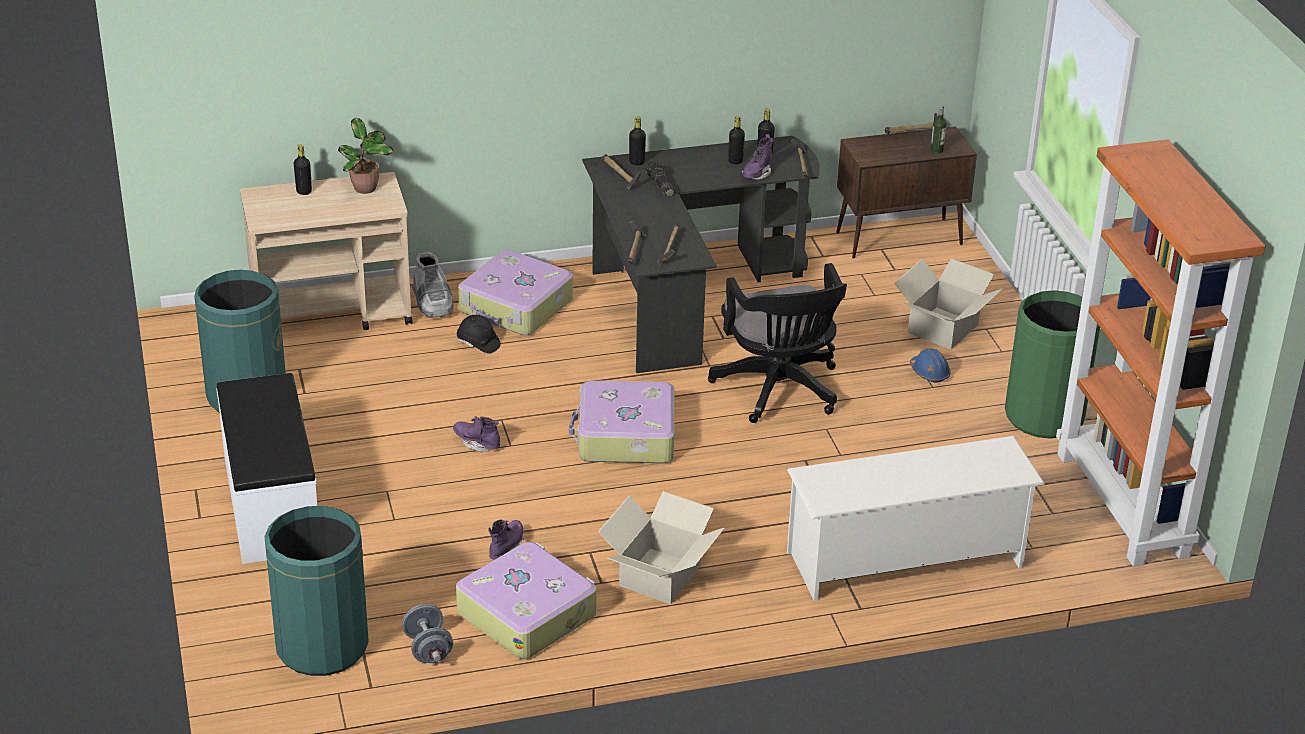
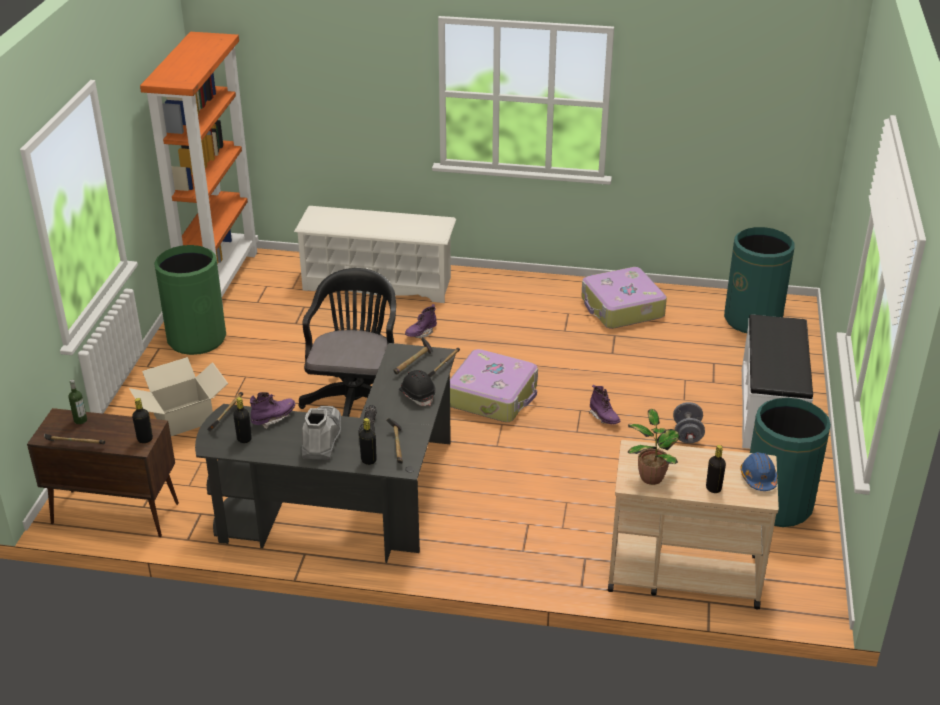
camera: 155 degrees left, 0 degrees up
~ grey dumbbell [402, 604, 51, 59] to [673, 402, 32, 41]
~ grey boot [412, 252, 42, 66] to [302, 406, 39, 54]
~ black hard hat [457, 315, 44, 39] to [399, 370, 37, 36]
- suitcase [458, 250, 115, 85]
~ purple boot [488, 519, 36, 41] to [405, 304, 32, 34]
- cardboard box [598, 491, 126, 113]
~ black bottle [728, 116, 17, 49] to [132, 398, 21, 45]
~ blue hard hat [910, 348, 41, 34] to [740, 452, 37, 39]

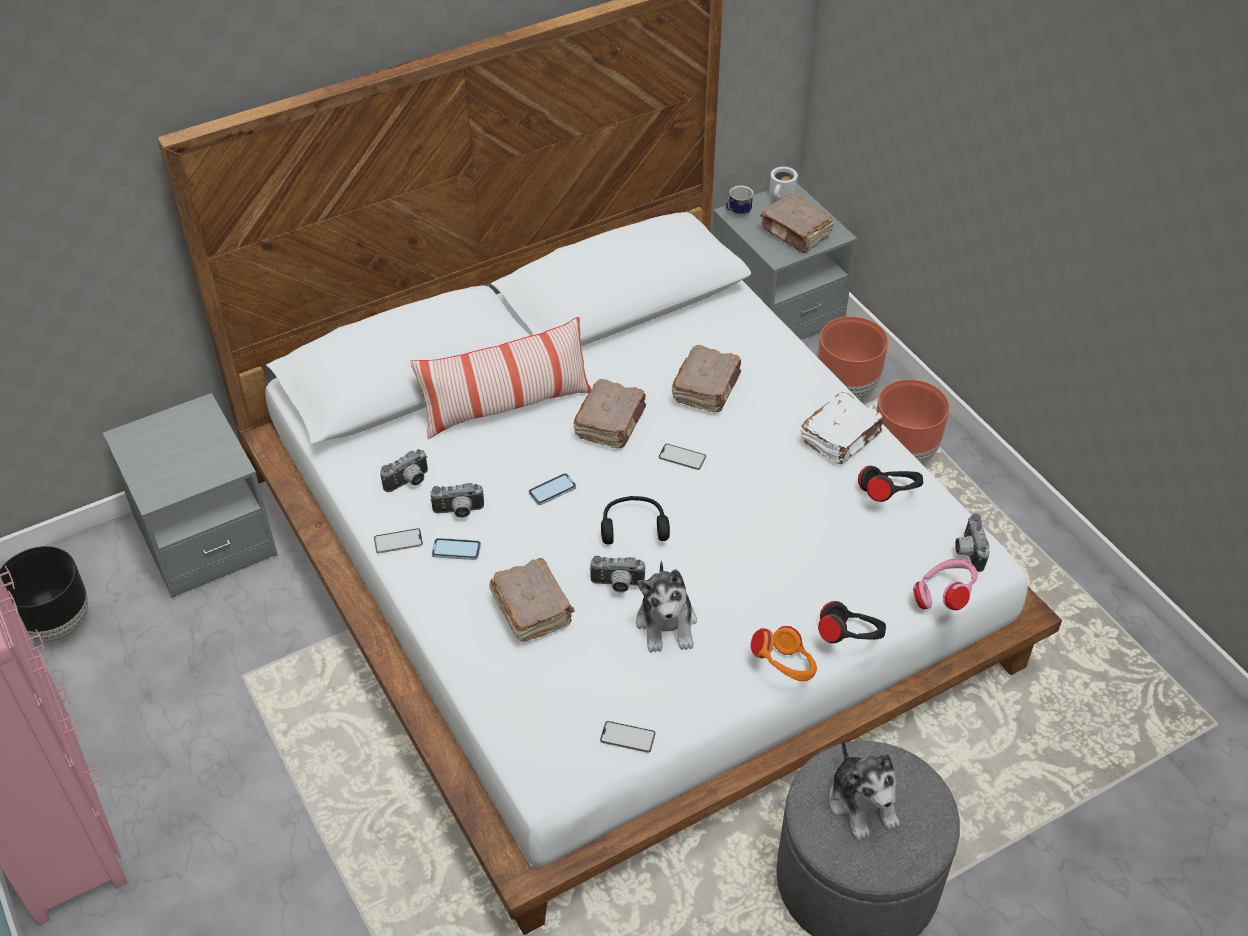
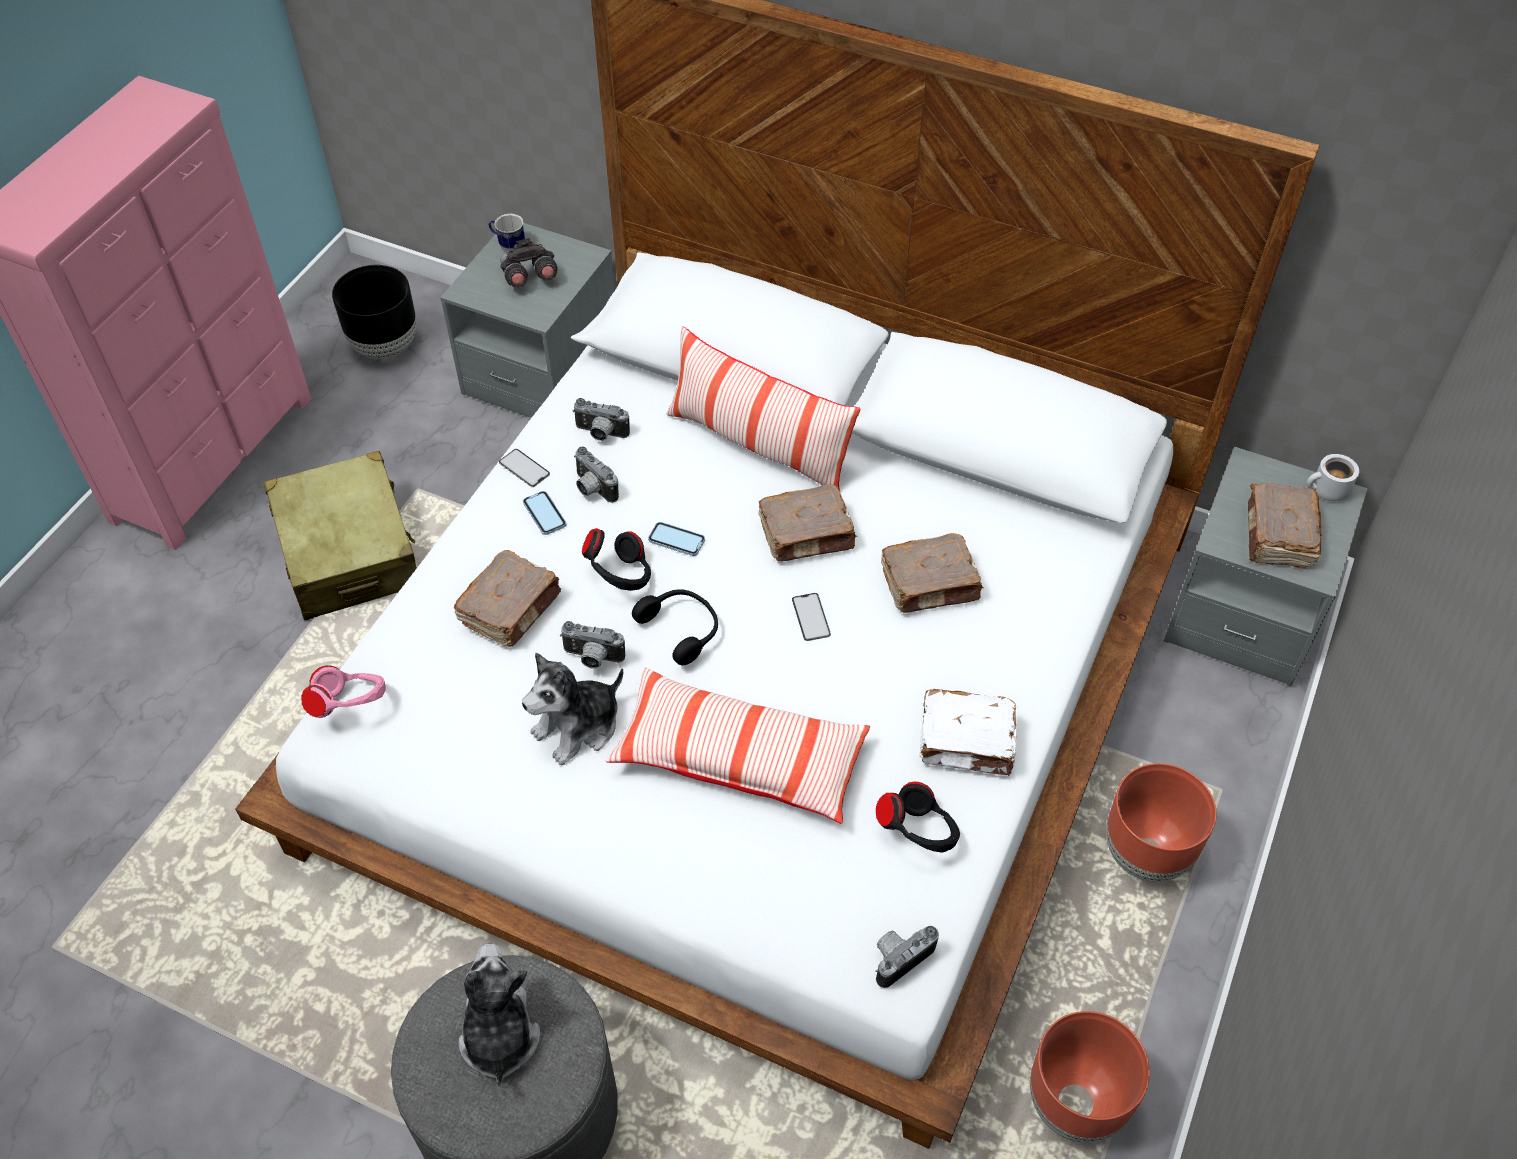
camera: 55 degrees right, 5 degrees up
~ photo camera [589, 556, 57, 37] = [560, 621, 65, 48] 45 degrees counterclockwise
- phone [600, 721, 55, 32]
~ mug [726, 186, 28, 31] to [489, 214, 36, 37]
- orange headphones [751, 626, 66, 55]
~ brown planter [818, 316, 70, 82] to [1030, 1011, 120, 132]
~ black headphones [818, 601, 68, 42] to [582, 528, 69, 63]
~ plush toy [829, 738, 71, 102] = [458, 943, 82, 144] 135 degrees clockwise
~ pink headphones [913, 559, 65, 51] to [301, 665, 85, 53]
+ beige suitcase [264, 451, 153, 169]
+ grey binoculars [500, 238, 58, 50]
+ pillow [606, 667, 264, 157]

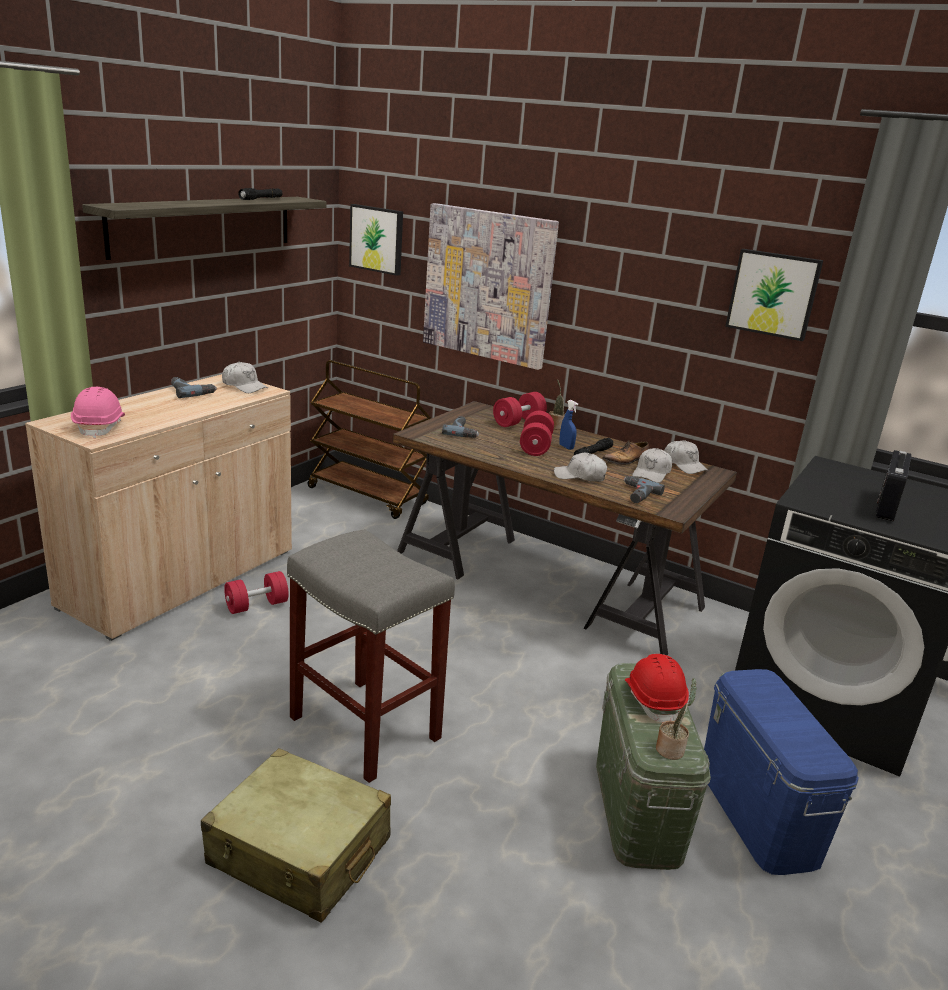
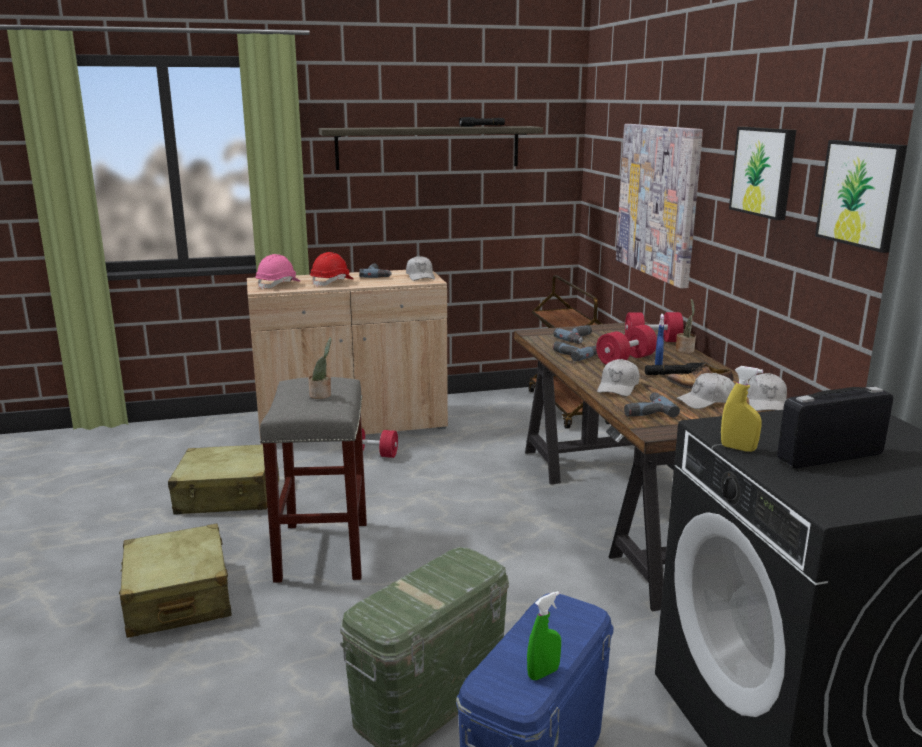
camera: 45 degrees right, 5 degrees down
~ picture [349, 204, 54, 72] to [729, 127, 67, 93]
~ white cap [554, 452, 53, 30] = [597, 359, 43, 37] 120 degrees counterclockwise
~ red hard hat [625, 654, 64, 68] to [310, 252, 43, 35]
~ potted plant [656, 678, 41, 82] to [308, 338, 24, 61]
+ beige suitcase [168, 445, 111, 69]
+ green spray bottle [527, 591, 34, 89]
+ power drill [553, 341, 44, 20]
+ yellow spray bottle [721, 366, 42, 86]

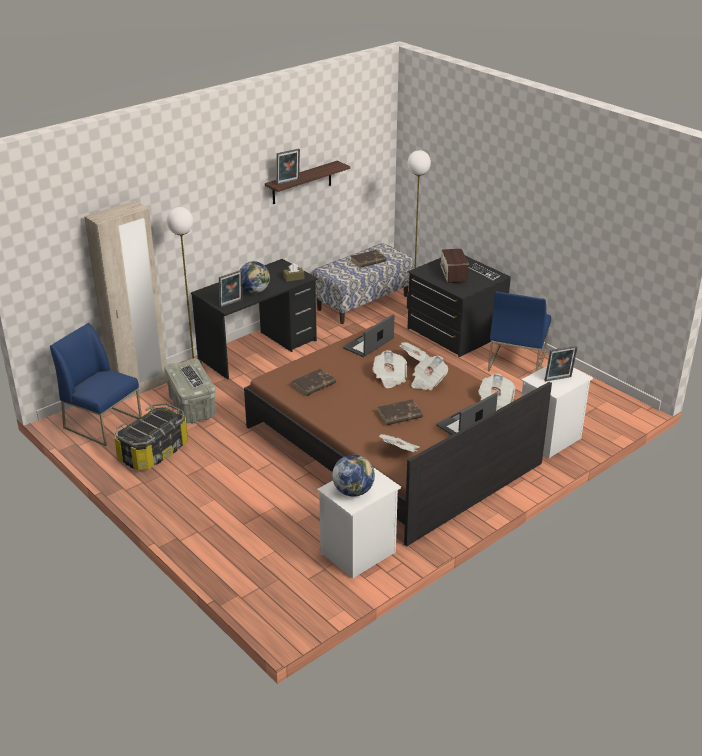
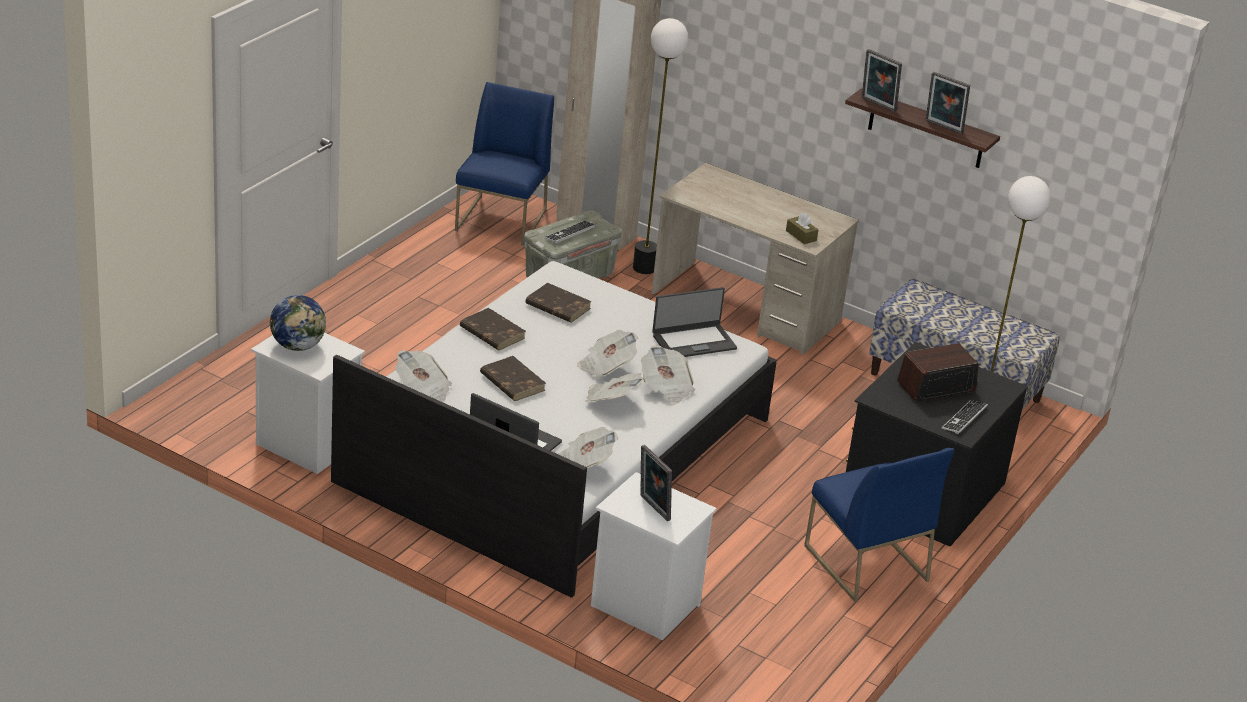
camera: 70 degrees right, 0 degrees up
- storage box [115, 403, 73, 67]
~ black desk [191, 259, 127, 121] to beige desk [652, 163, 207, 192]
~ picture frame [219, 270, 23, 37] to [926, 72, 44, 62]
- globe [240, 261, 30, 32]
~ brown bed [244, 326, 308, 220] to white bed [331, 261, 446, 337]
~ laptop [343, 314, 51, 43] = [652, 287, 85, 70] 135 degrees clockwise
~ brown book [351, 250, 35, 18] to [460, 308, 66, 42]
~ blue chair [488, 291, 63, 81] = [804, 448, 150, 154] 120 degrees counterclockwise

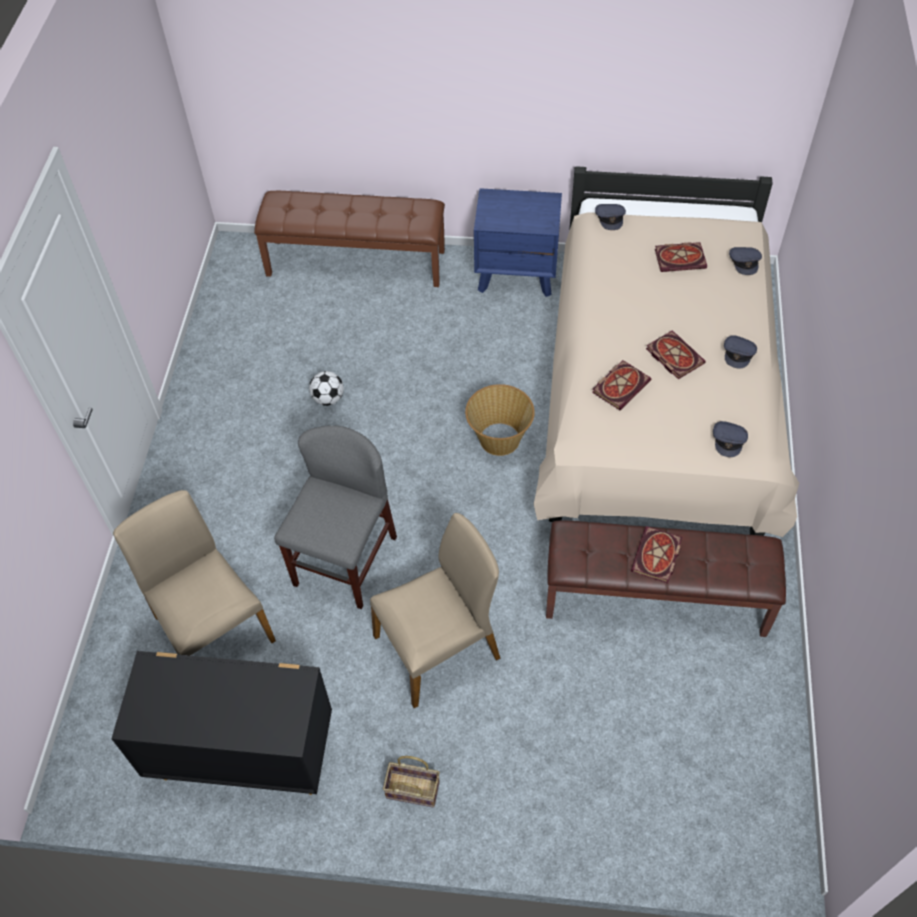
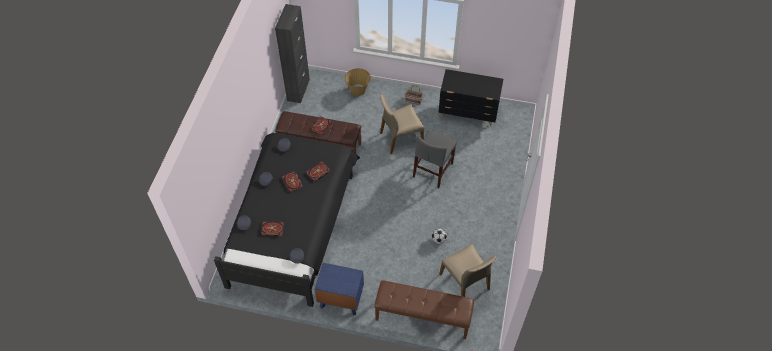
camera: 175 degrees left, 0 degrees up
~ beige chair [113, 490, 163, 166] to [439, 244, 57, 53]
~ basket [465, 384, 70, 72] to [345, 68, 26, 28]
~ beige bed [534, 166, 265, 371] to black bed [214, 133, 146, 174]
+ black cabinet [275, 4, 35, 99]

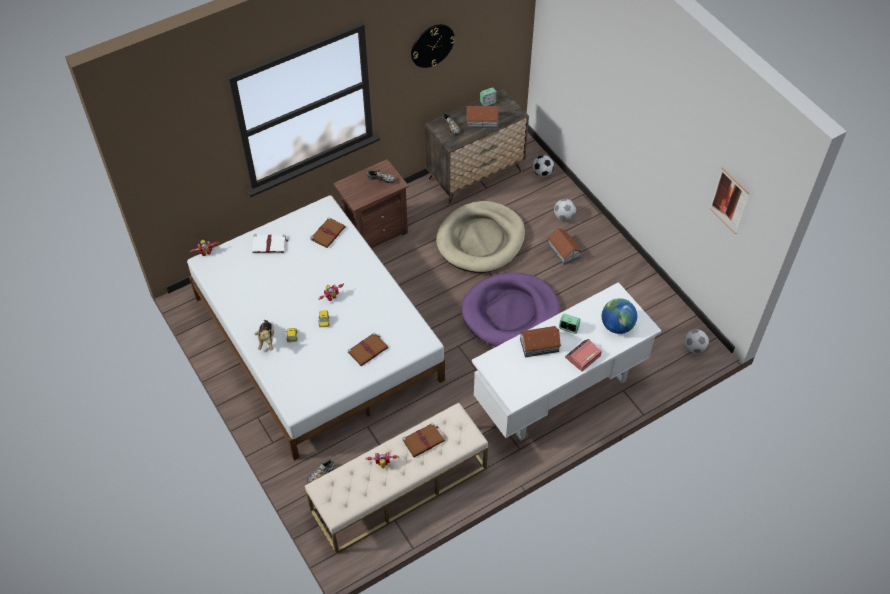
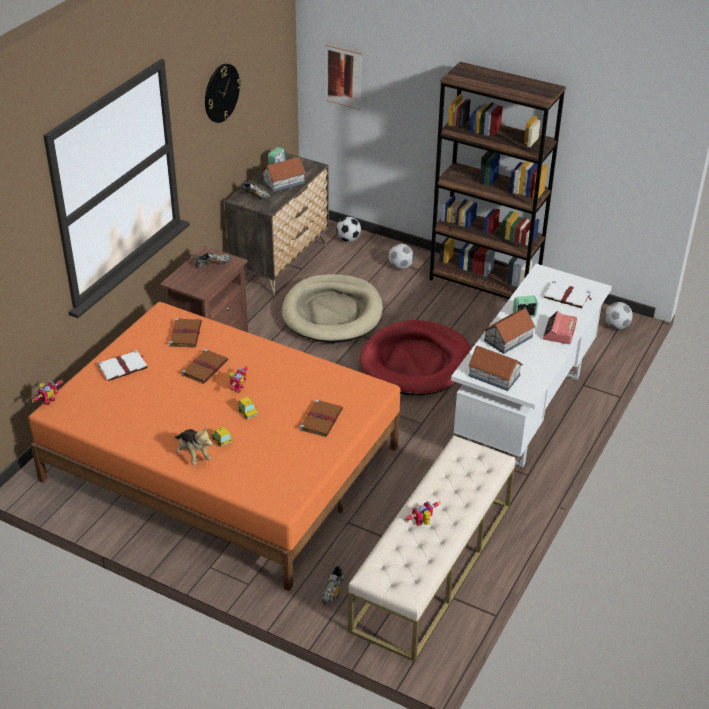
camera: 30 degrees left, 15 degrees down
~ white bed [187, 195, 258, 265] to orange bed [28, 302, 372, 289]
~ brown book [402, 422, 43, 35] to [181, 349, 47, 35]
~ purple dog bed [462, 272, 98, 75] to red dog bed [360, 320, 111, 75]
~ toy house [548, 228, 34, 37] to [468, 346, 55, 45]
~ globe [602, 298, 35, 36] to white book [544, 281, 47, 27]
~ picture [710, 167, 40, 67] to [326, 45, 36, 65]
+ brown bookcase [429, 62, 137, 237]

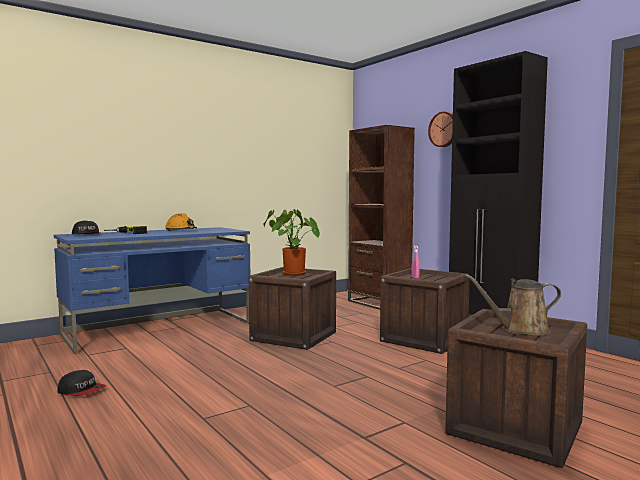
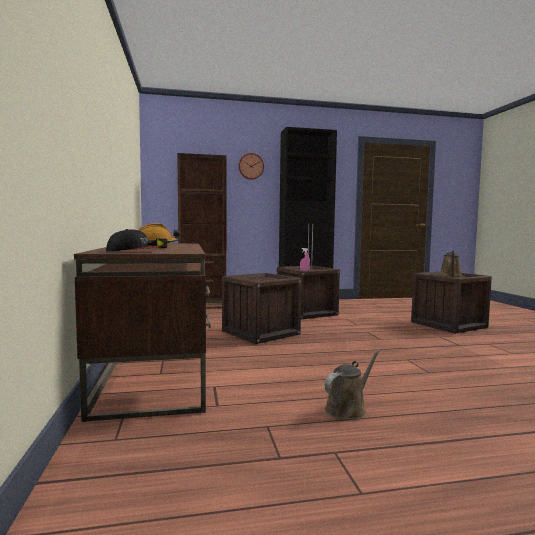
camera: 65 degrees left, 0 degrees up
~ blue desk [54, 227, 196, 127] to brown desk [74, 243, 137, 179]
~ cap [57, 370, 50, 26] to brown watering can [325, 349, 56, 71]
- potted plant [263, 209, 57, 67]

